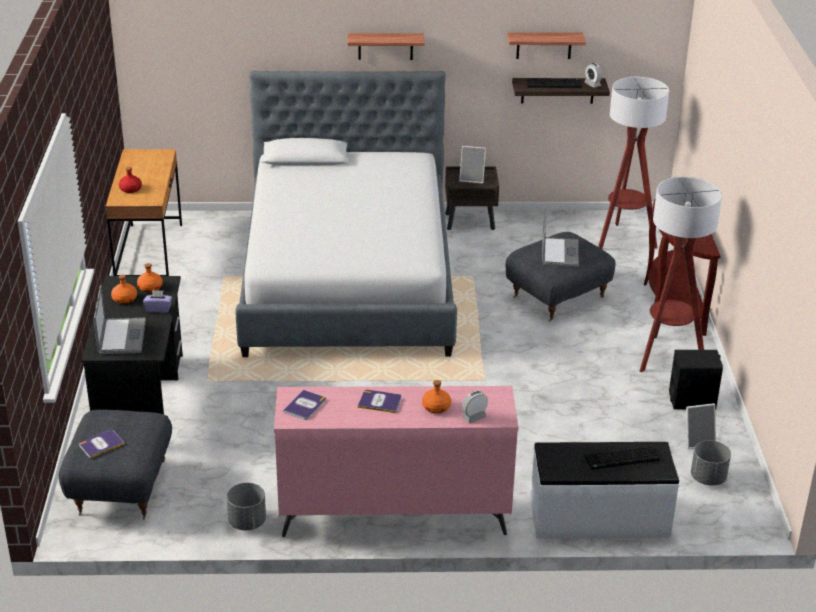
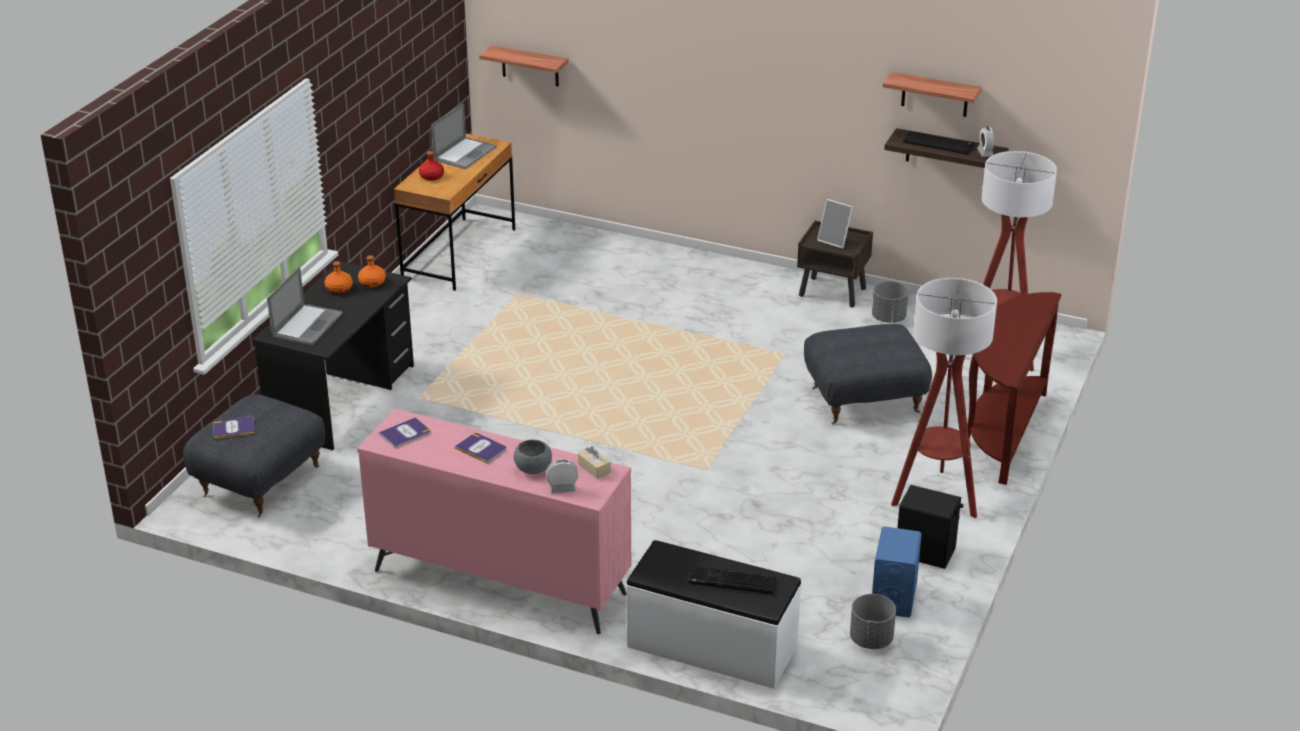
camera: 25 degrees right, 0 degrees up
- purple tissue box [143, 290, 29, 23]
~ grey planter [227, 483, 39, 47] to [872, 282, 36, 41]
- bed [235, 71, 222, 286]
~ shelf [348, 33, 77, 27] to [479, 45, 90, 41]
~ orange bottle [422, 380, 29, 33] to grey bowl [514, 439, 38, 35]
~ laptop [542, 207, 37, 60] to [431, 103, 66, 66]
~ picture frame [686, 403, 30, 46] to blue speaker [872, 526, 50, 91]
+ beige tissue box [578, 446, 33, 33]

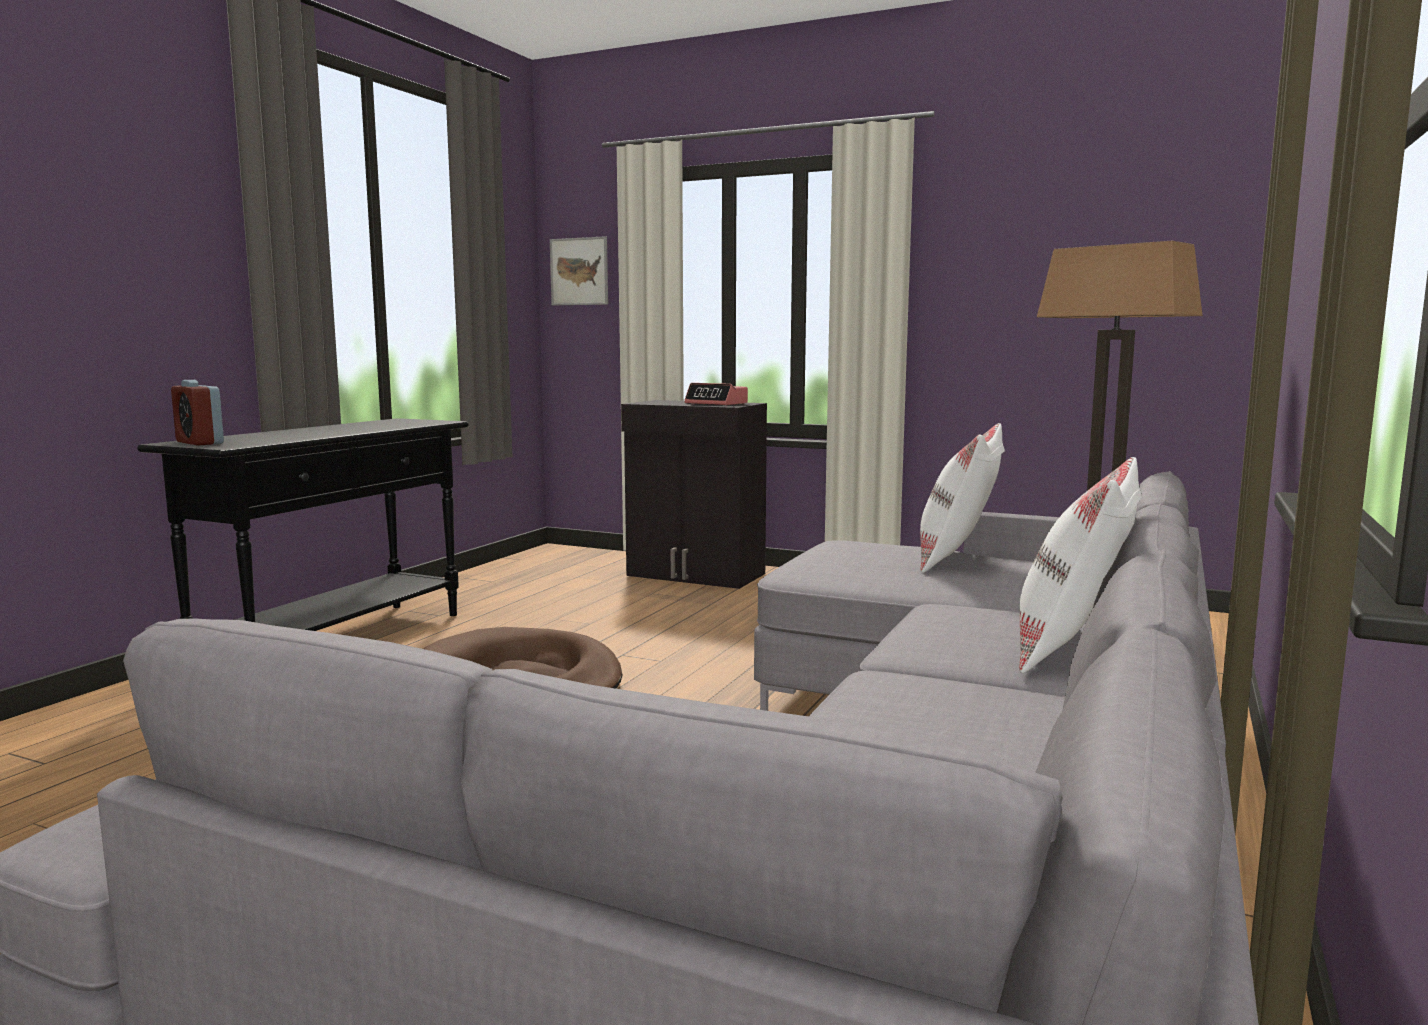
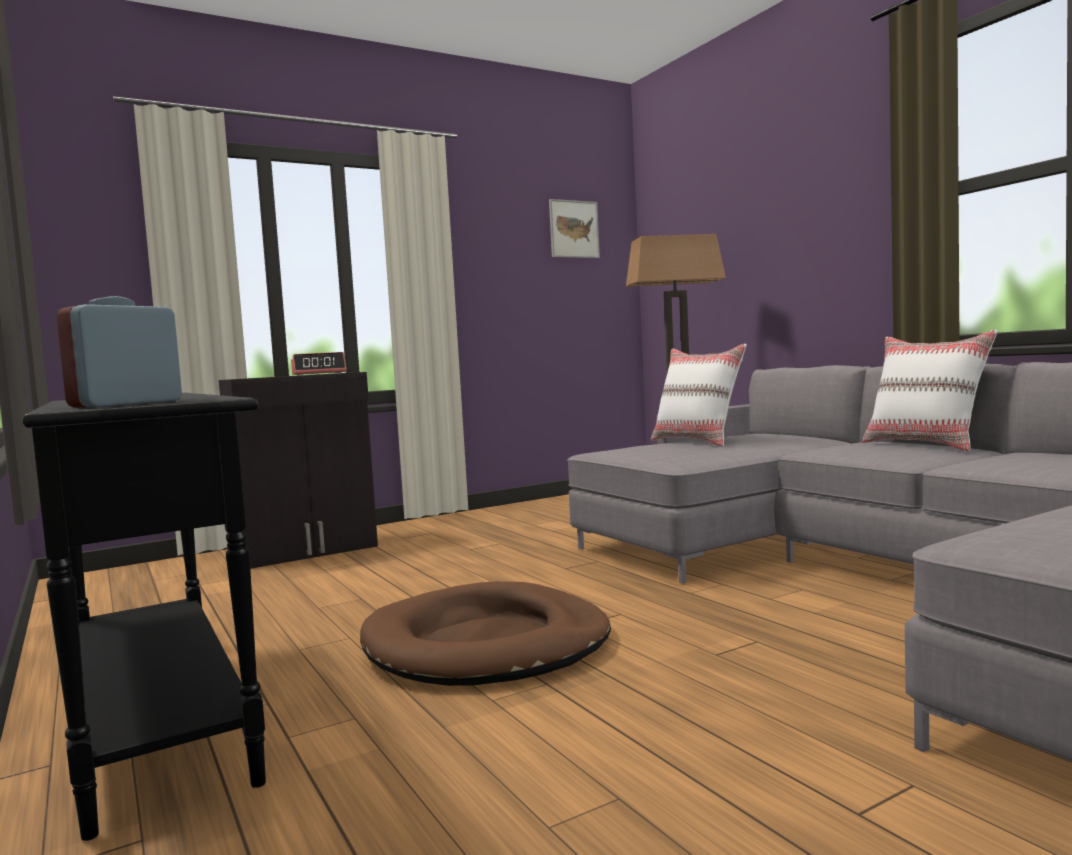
camera: 55 degrees left, 5 degrees down
~ alarm clock [171, 380, 53, 66] = [56, 296, 126, 112] 135 degrees clockwise
~ picture [550, 236, 58, 69] to [549, 199, 51, 59]

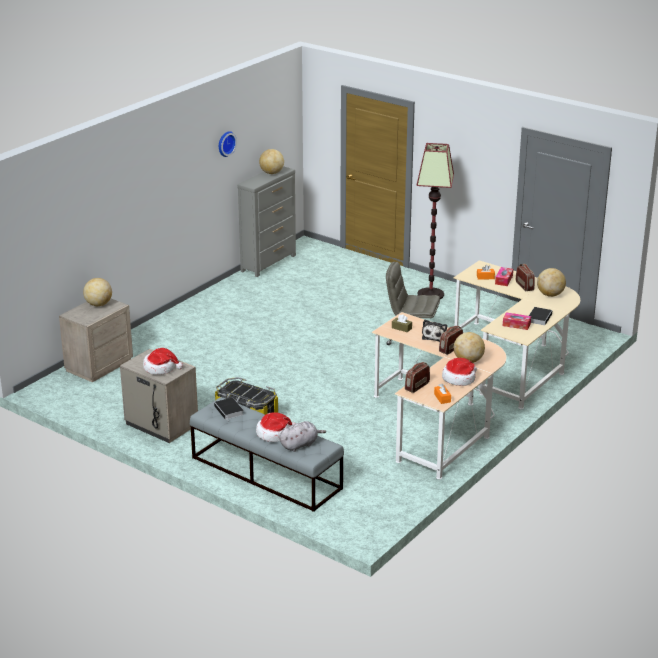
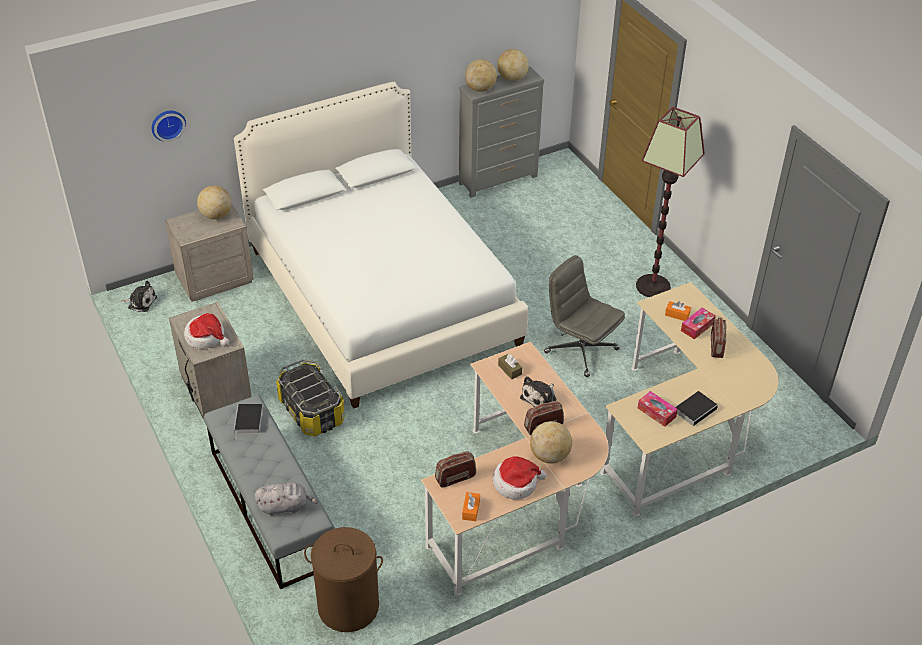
camera: 25 degrees right, 15 degrees up
~ wall clock [219, 131, 18, 26] to [152, 111, 34, 31]
- hat [256, 412, 39, 30]
~ globe [537, 268, 29, 29] to [465, 59, 32, 33]
+ plush toy [121, 281, 36, 31]
+ white bed [234, 82, 294, 326]
+ brown laundry basket [304, 527, 79, 105]

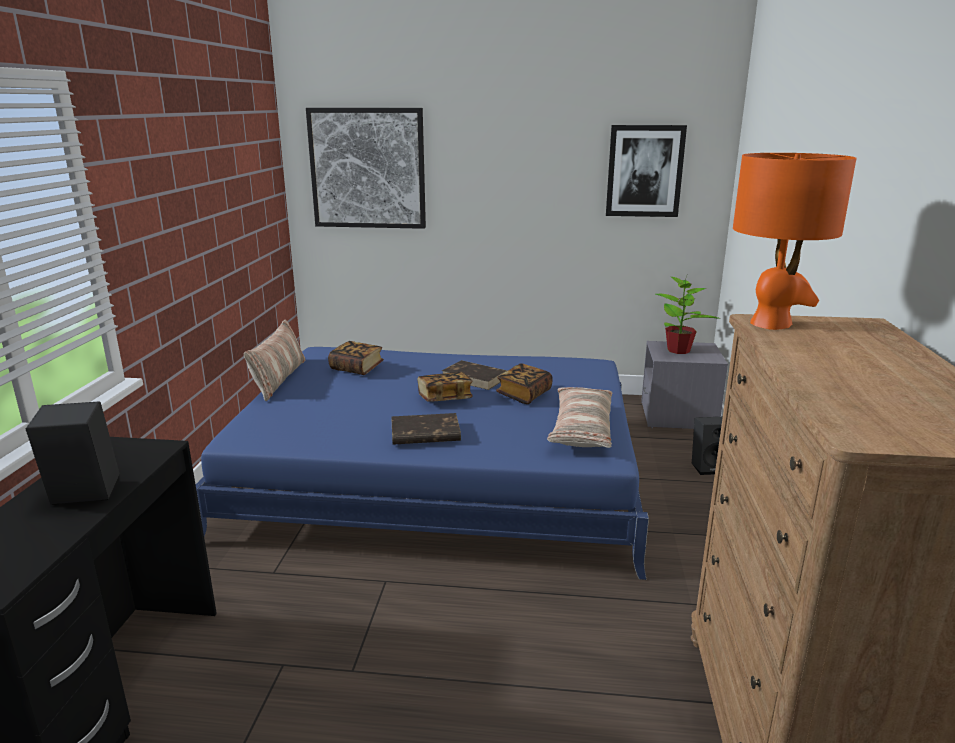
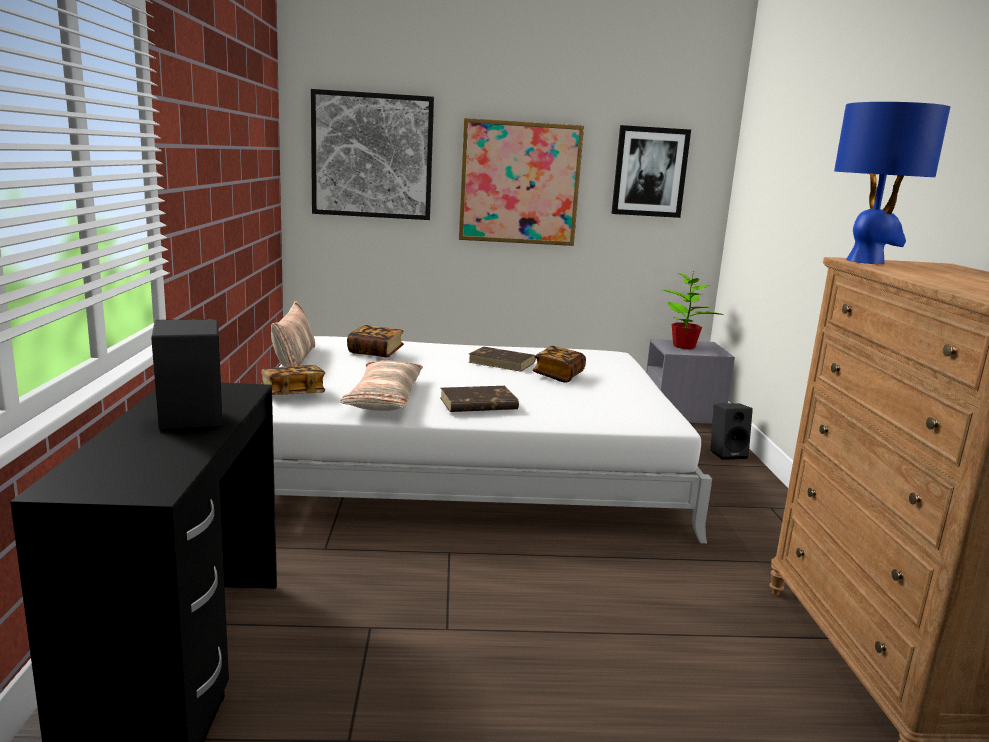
camera: 10 degrees left, 5 degrees down
~ blue bed [195, 347, 454, 233] to white bed [272, 336, 440, 208]
~ book [417, 372, 56, 30] to [261, 365, 64, 30]
~ pillow [547, 387, 65, 61] to [340, 360, 83, 51]
~ orange table lamp [733, 153, 124, 177] to blue table lamp [834, 102, 116, 162]
+ picture [459, 118, 125, 128]

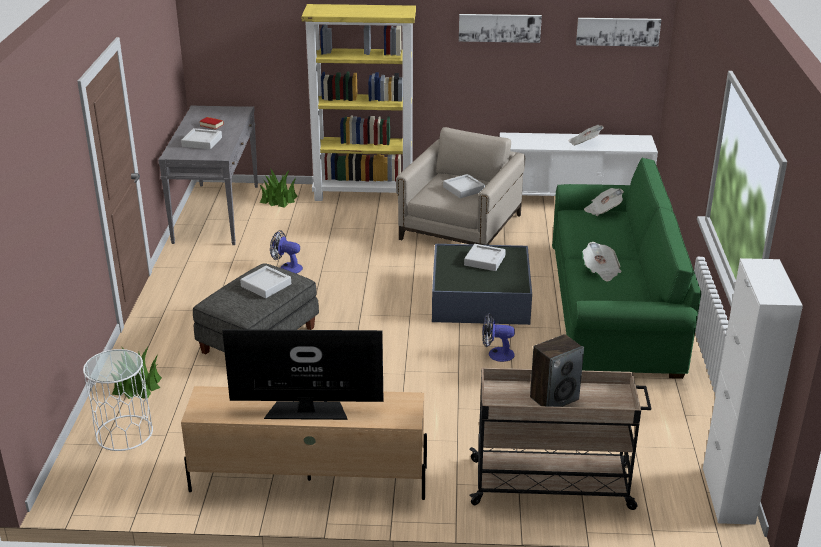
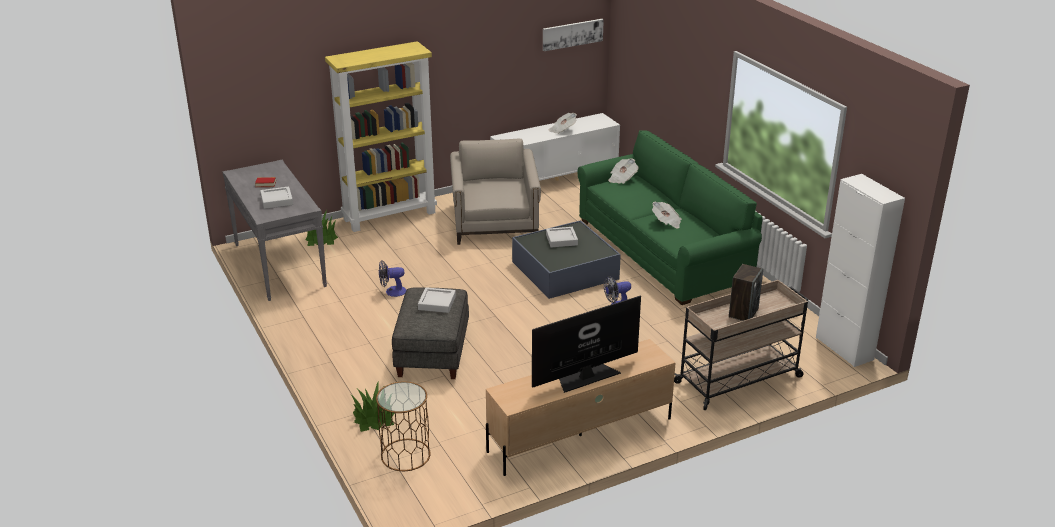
camera: 30 degrees left, 0 degrees up
~ white side table [83, 349, 70, 102] to brown side table [376, 382, 55, 89]
- grey tray [443, 174, 42, 24]
- picture [459, 14, 83, 29]

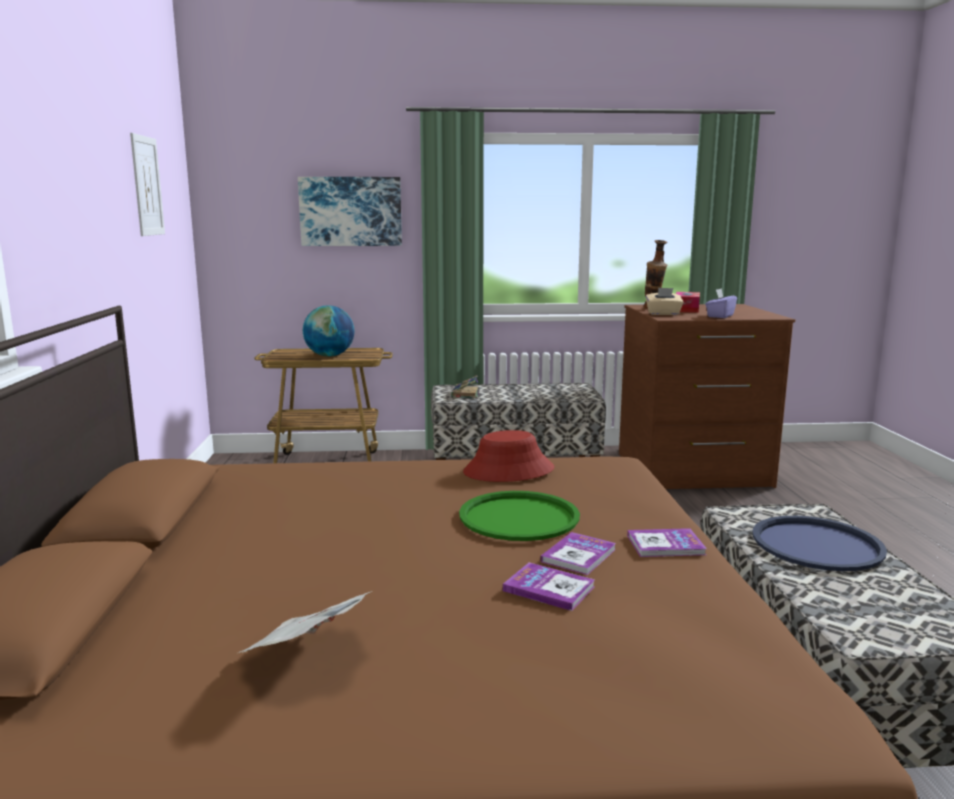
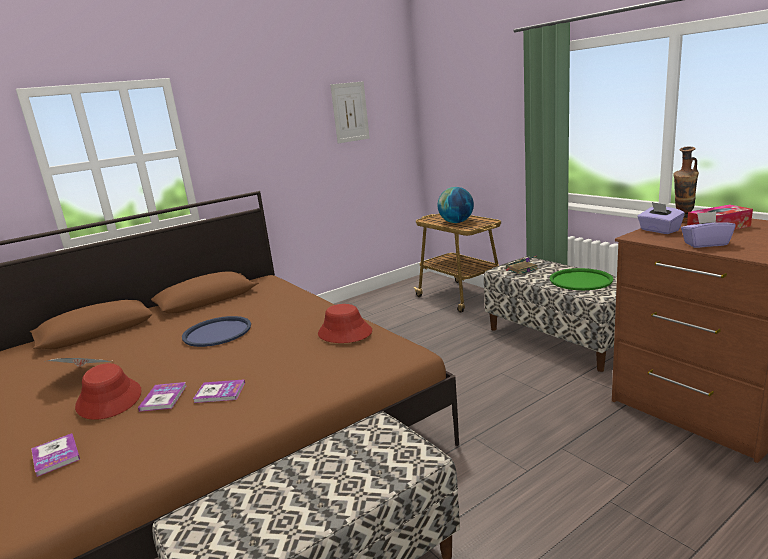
camera: 60 degrees right, 5 degrees up
- picture [298, 177, 104, 69]
~ green tray [459, 491, 121, 50] to [550, 268, 63, 22]
~ book [627, 528, 80, 29] to [31, 433, 49, 44]
~ beige tissue box [646, 288, 38, 27] to purple tissue box [638, 202, 47, 32]
~ blue tray [753, 516, 134, 55] to [182, 316, 69, 31]
+ red hat [75, 363, 67, 57]

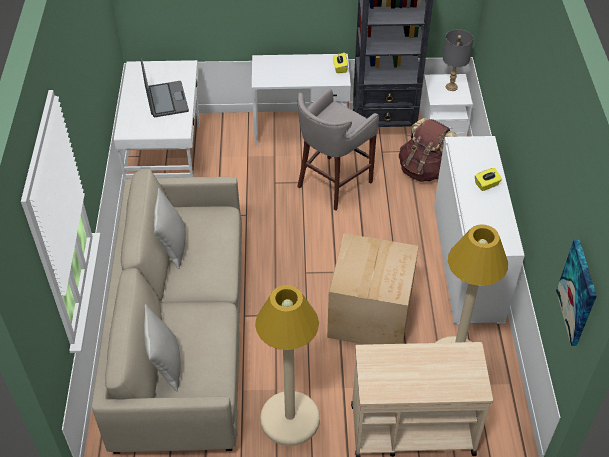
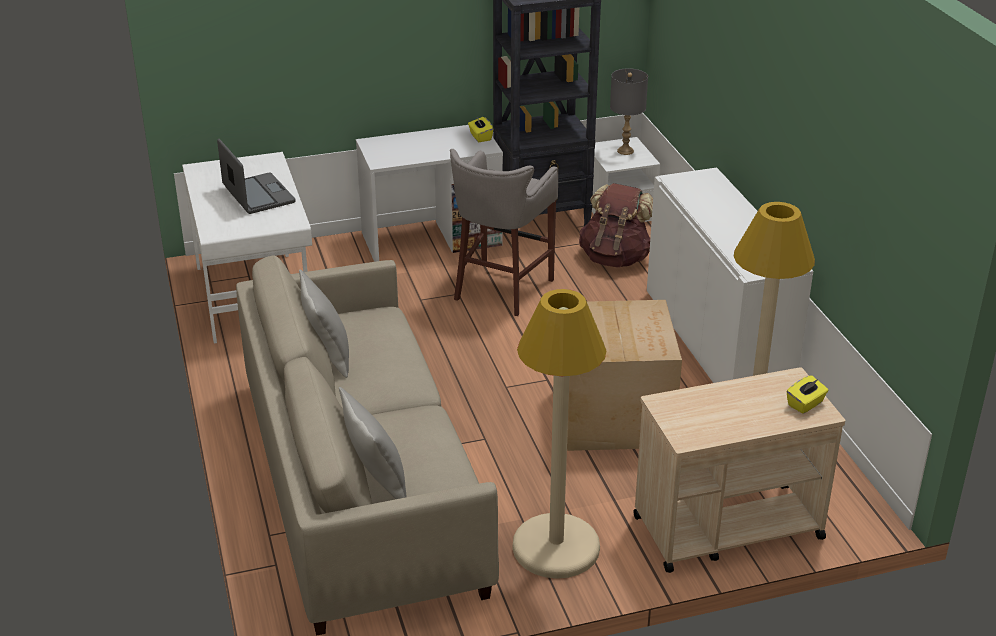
camera: 15 degrees left, 15 degrees down
~ yellow tissue box [475, 168, 27, 23] to [787, 375, 42, 39]
- picture [556, 240, 41, 106]

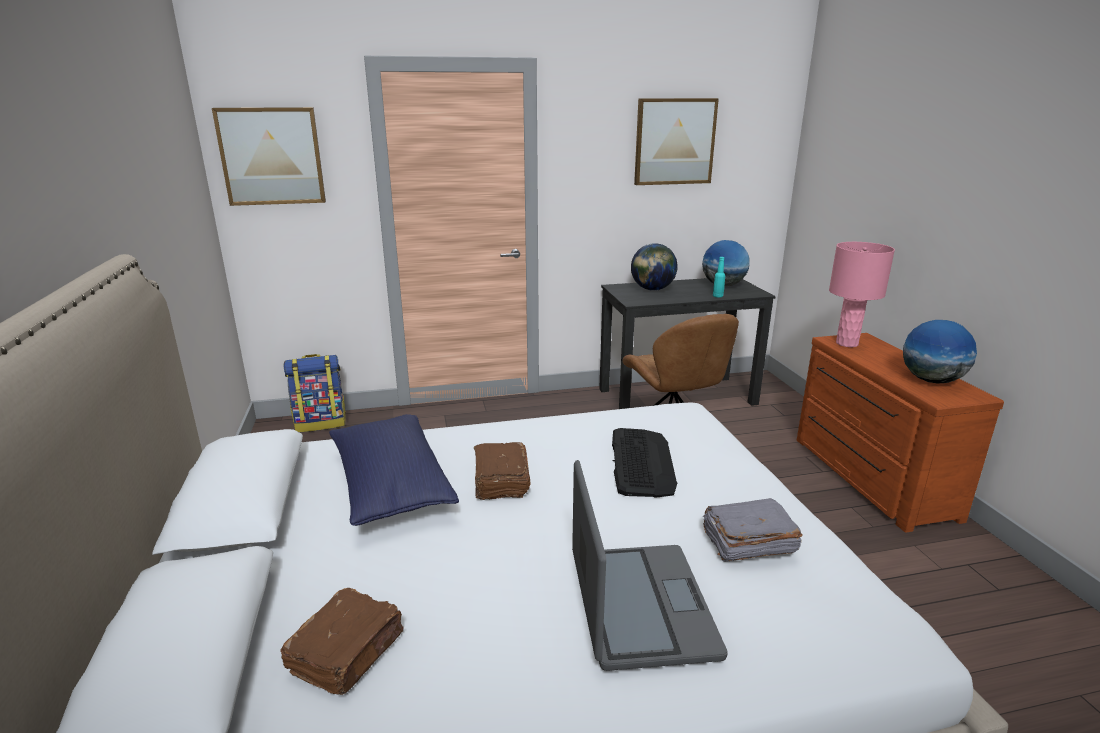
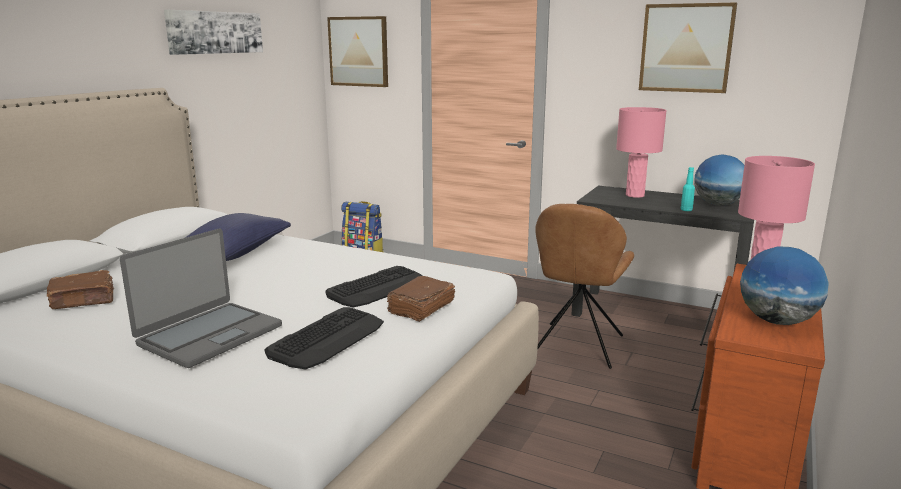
camera: 40 degrees right, 5 degrees down
~ brown book [474, 442, 57, 58] to [387, 276, 68, 46]
~ globe [631, 243, 47, 48] to pink table lamp [616, 107, 51, 91]
~ grey book [703, 498, 100, 64] to keyboard [264, 307, 120, 62]
+ picture [164, 10, 99, 45]

